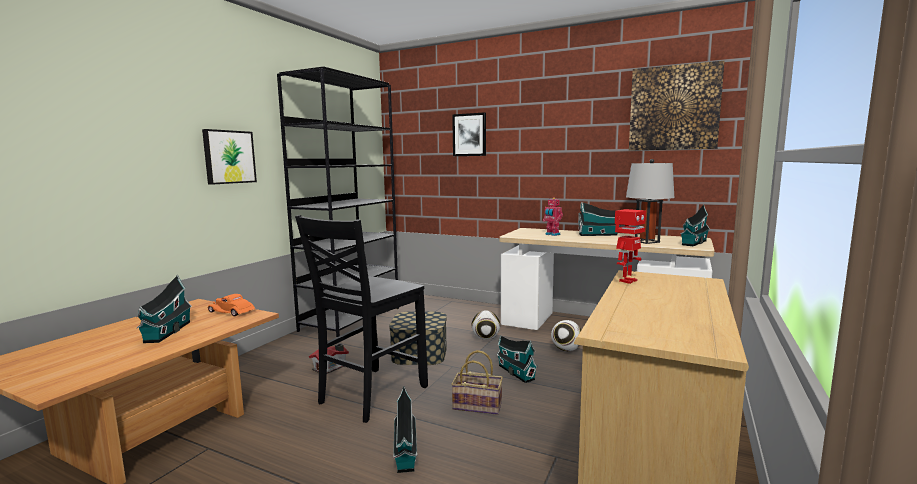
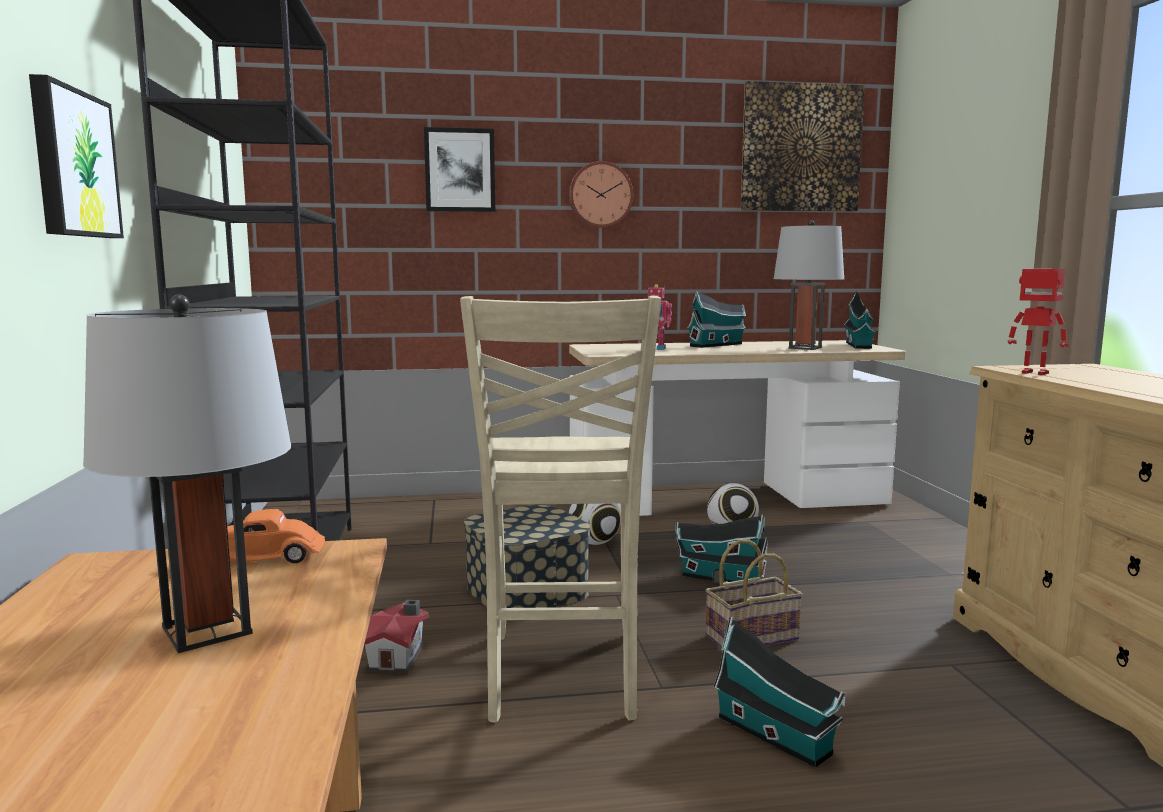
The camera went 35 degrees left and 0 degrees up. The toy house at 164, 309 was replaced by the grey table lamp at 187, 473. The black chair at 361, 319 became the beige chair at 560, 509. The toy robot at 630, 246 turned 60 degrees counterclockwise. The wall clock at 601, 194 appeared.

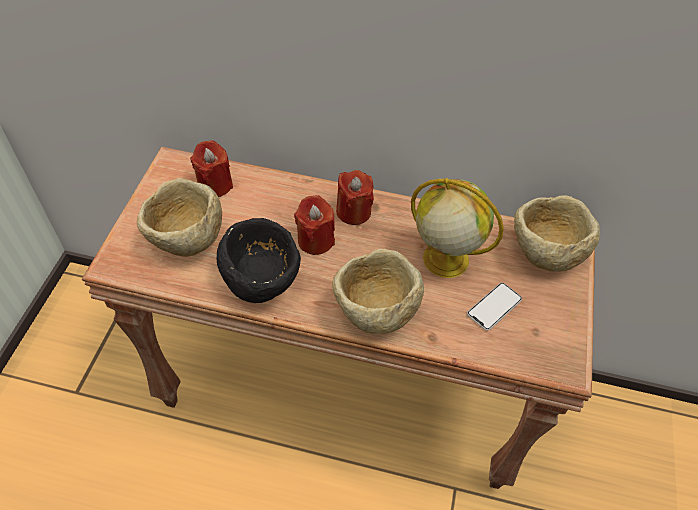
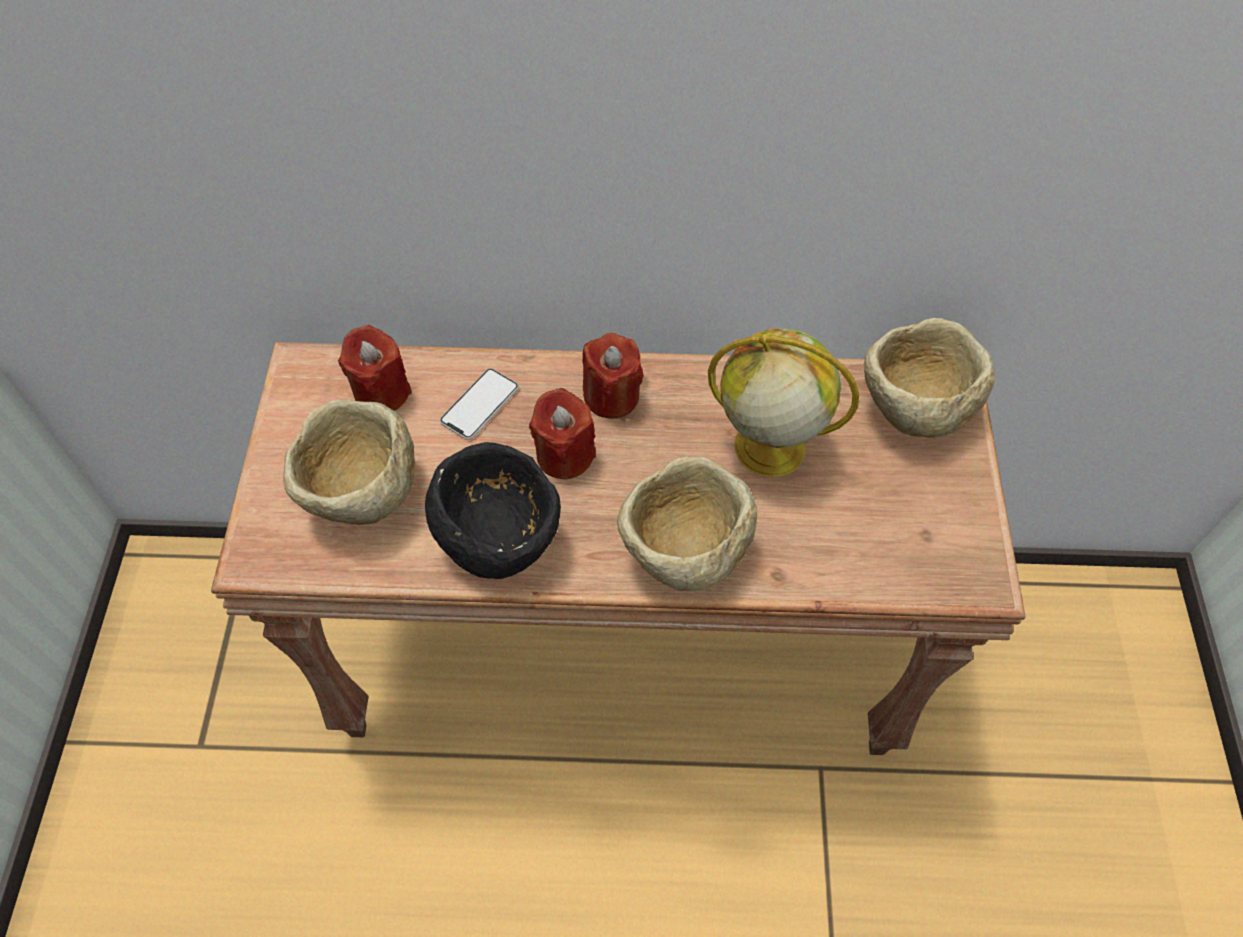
The camera went 10 degrees left and 5 degrees up. The phone moved from 494, 307 to 479, 404.

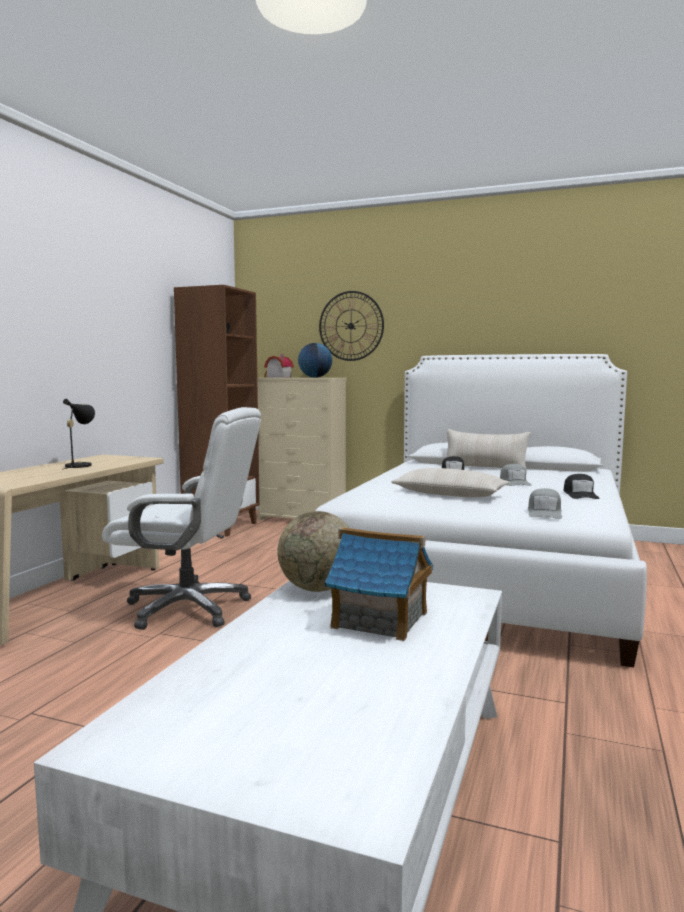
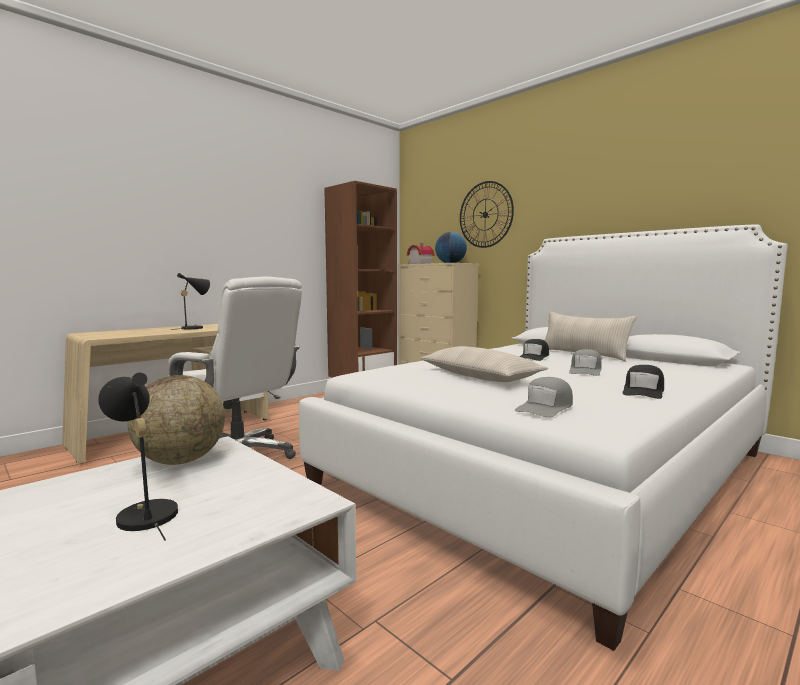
The camera went 25 degrees right and 0 degrees up. The toy house at 379, 584 was replaced by the black table lamp at 138, 456.

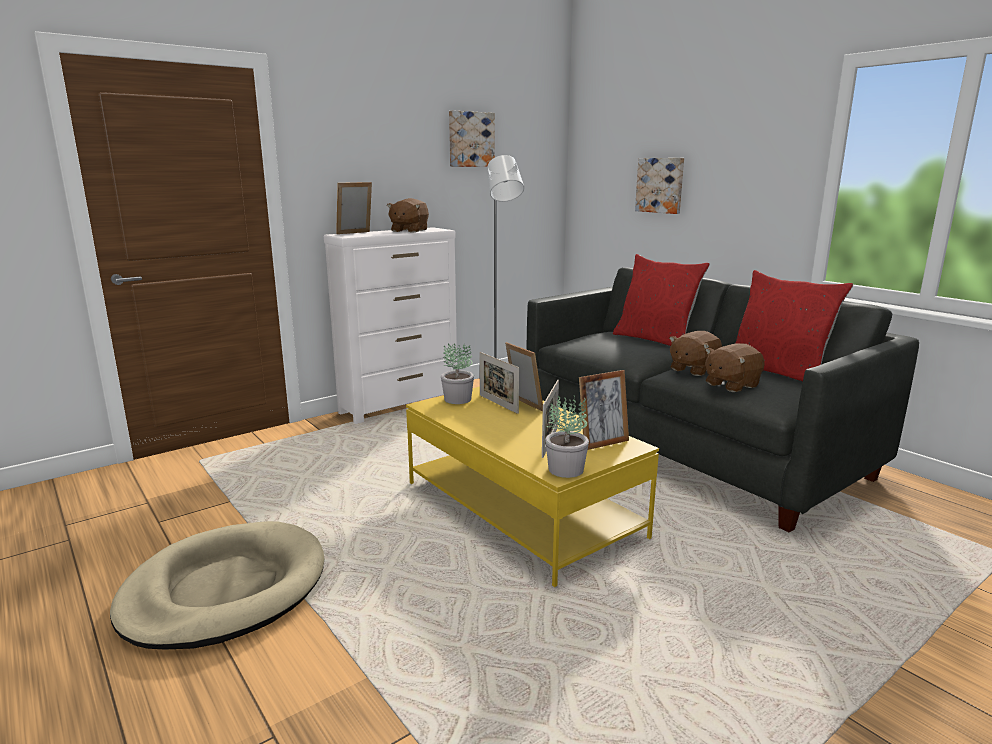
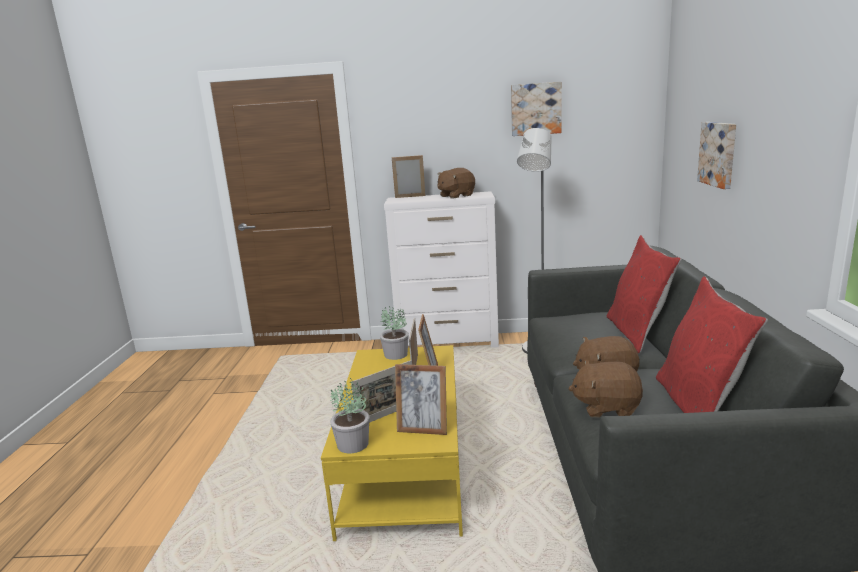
The camera went 40 degrees right and 0 degrees up. The beige dog bed at 217, 585 disappeared.

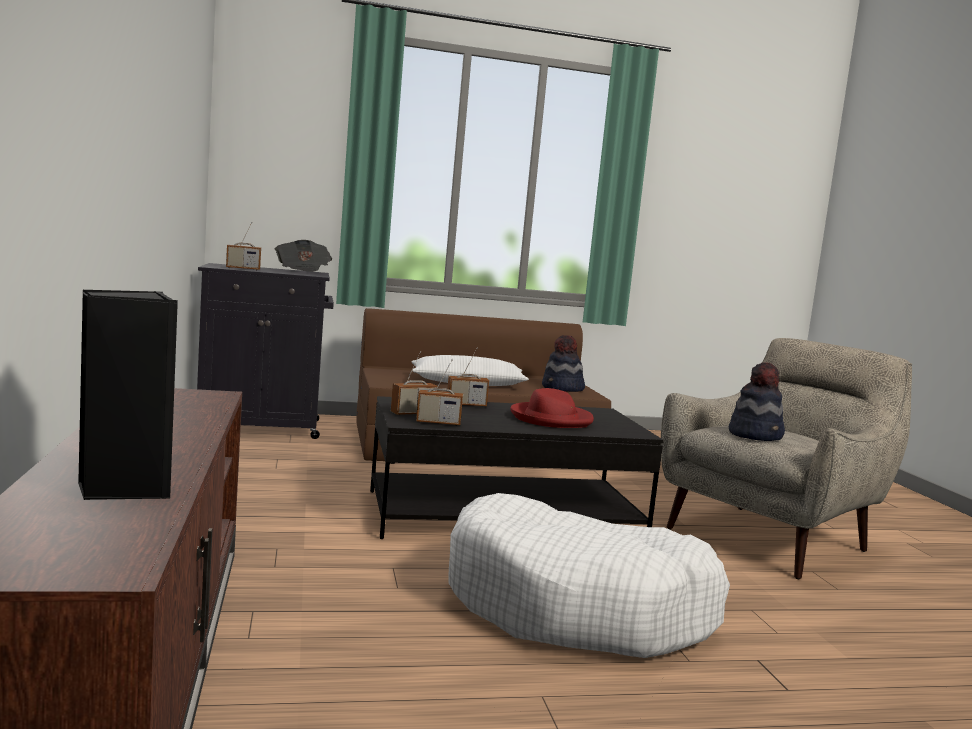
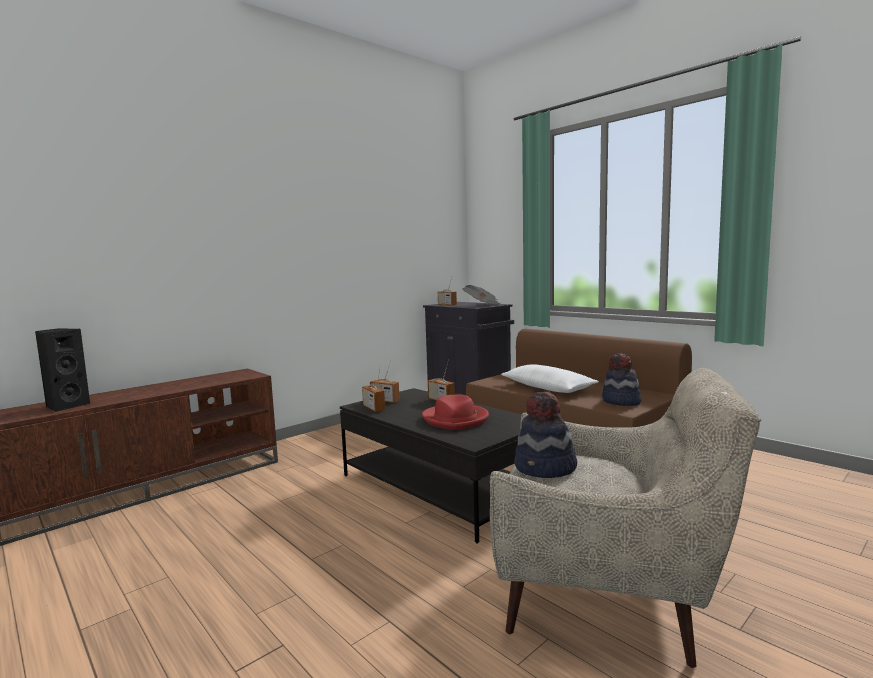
The camera went 60 degrees right and 0 degrees up. The white dog bed at 589, 575 disappeared.

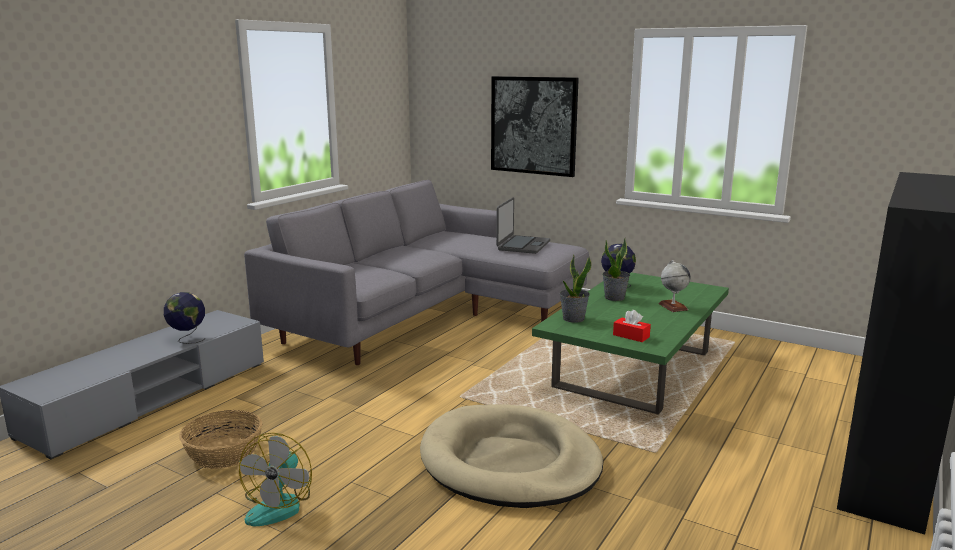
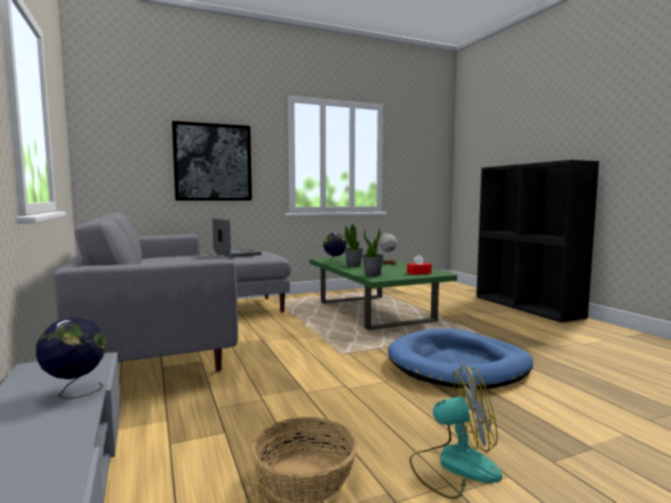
The camera went 55 degrees left and 10 degrees down. The fan at 275, 479 turned 45 degrees counterclockwise. The beige dog bed at 511, 456 became the blue dog bed at 460, 358.

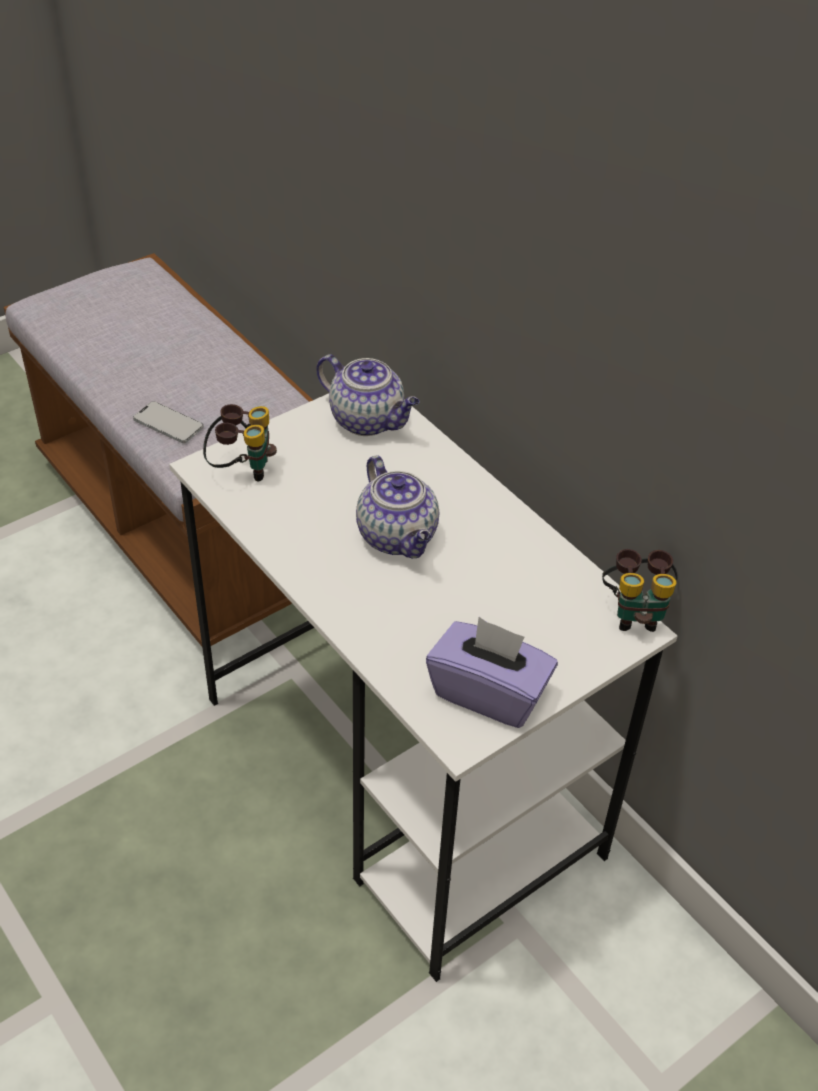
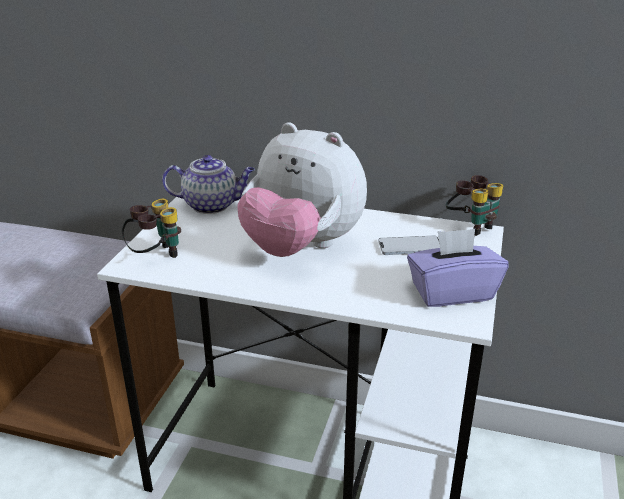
The camera went 35 degrees left and 15 degrees down. The phone moved from 168, 422 to 409, 245. The teapot at 397, 506 was replaced by the plush toy at 302, 189.

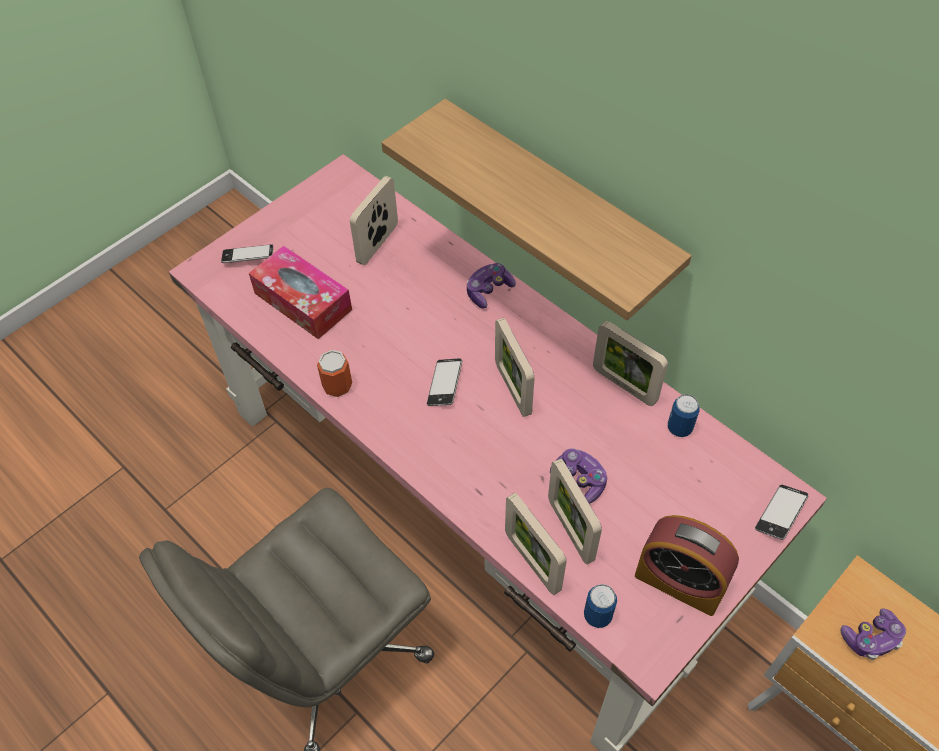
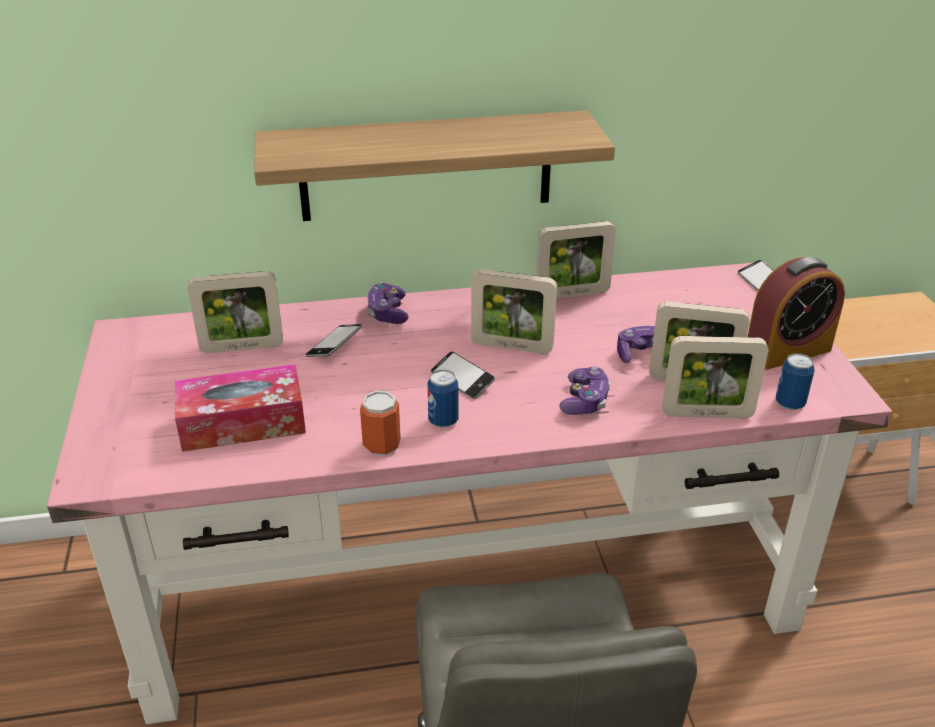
The camera went 55 degrees left and 20 degrees down. The phone moved from 247, 253 to 334, 340. The picture frame at 374, 220 turned 75 degrees counterclockwise. The can moved from 684, 415 to 443, 399. The game controller moved from 873, 634 to 584, 391.

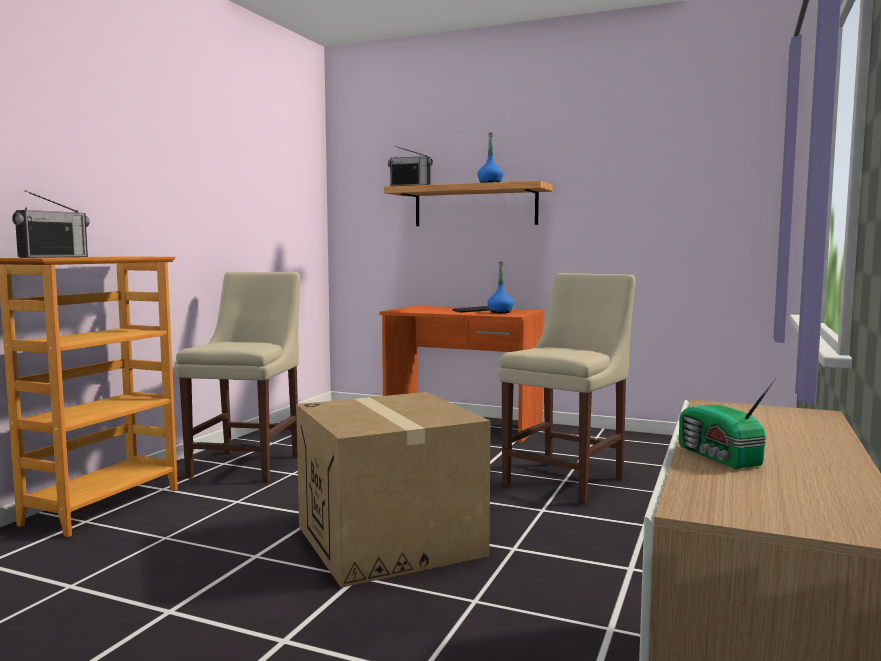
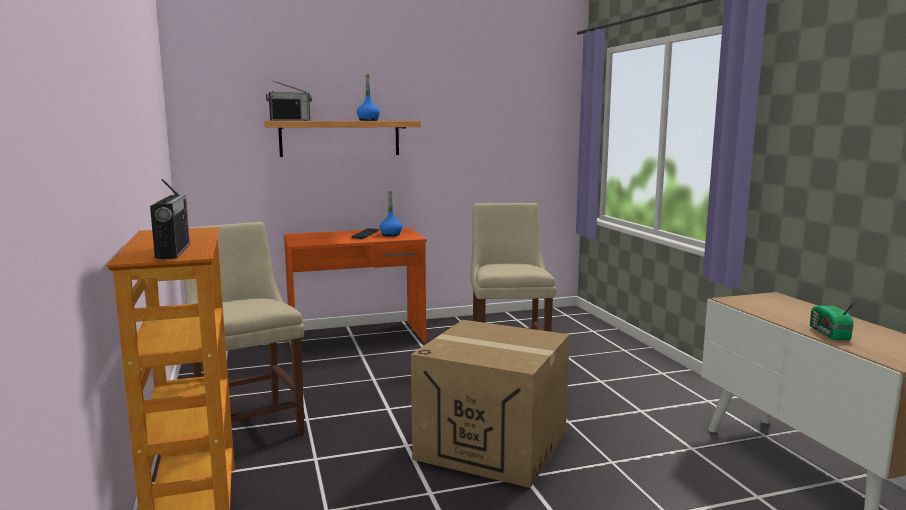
The camera went 40 degrees left and 5 degrees up. The radio at 727, 423 turned 60 degrees clockwise.

